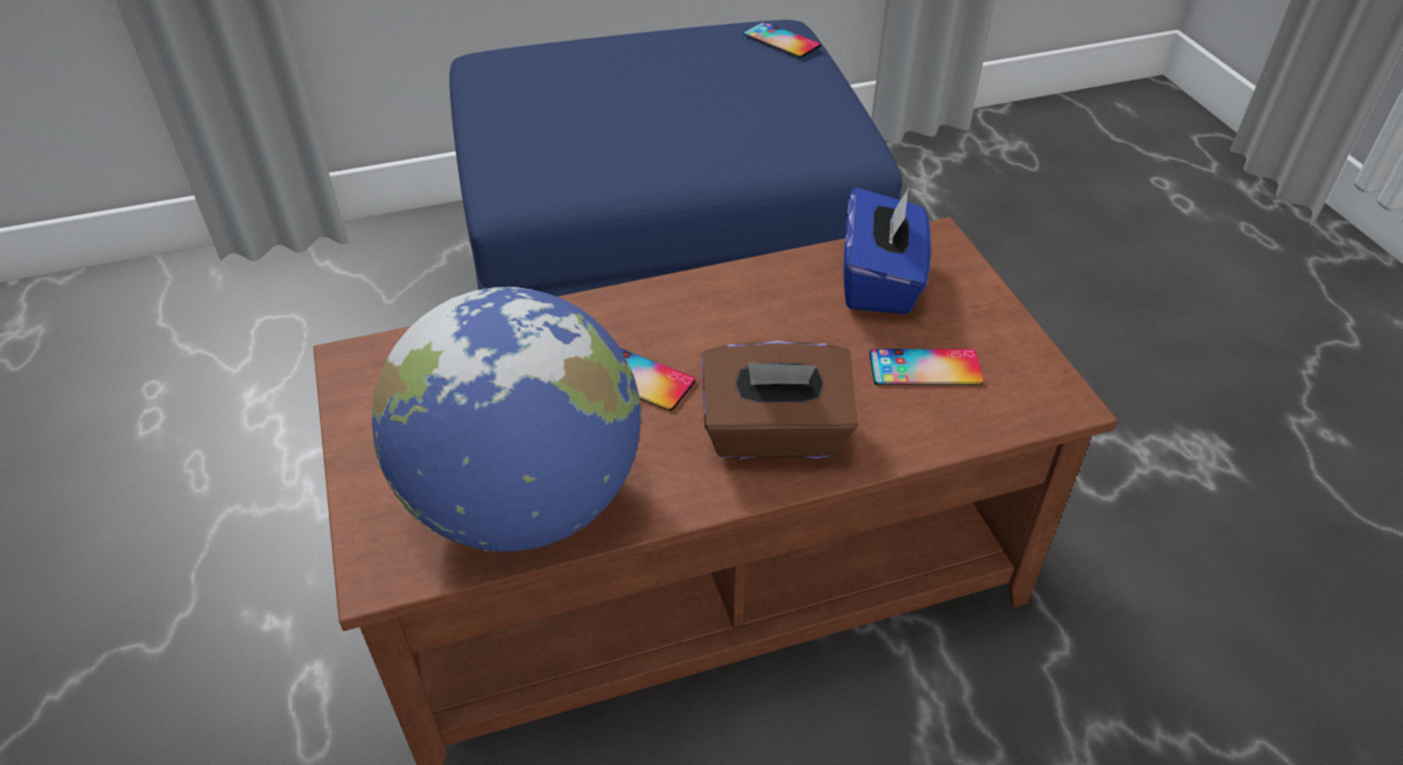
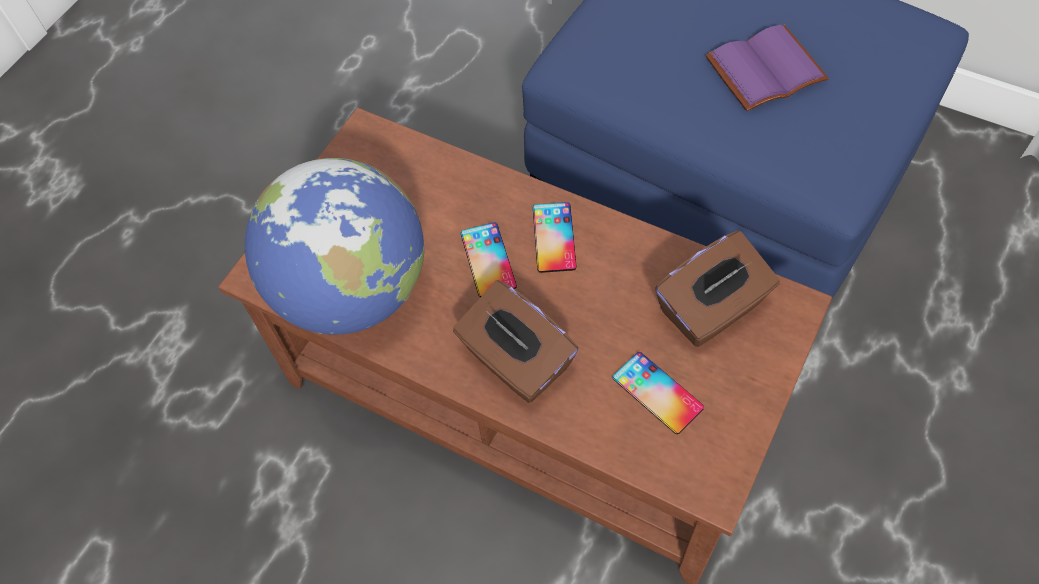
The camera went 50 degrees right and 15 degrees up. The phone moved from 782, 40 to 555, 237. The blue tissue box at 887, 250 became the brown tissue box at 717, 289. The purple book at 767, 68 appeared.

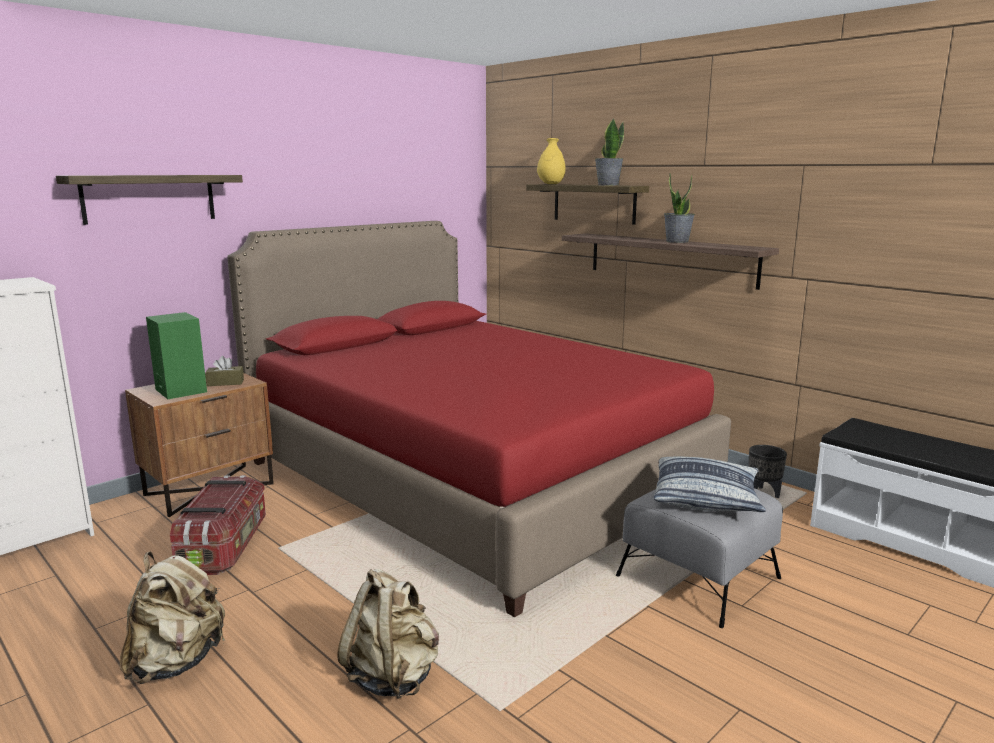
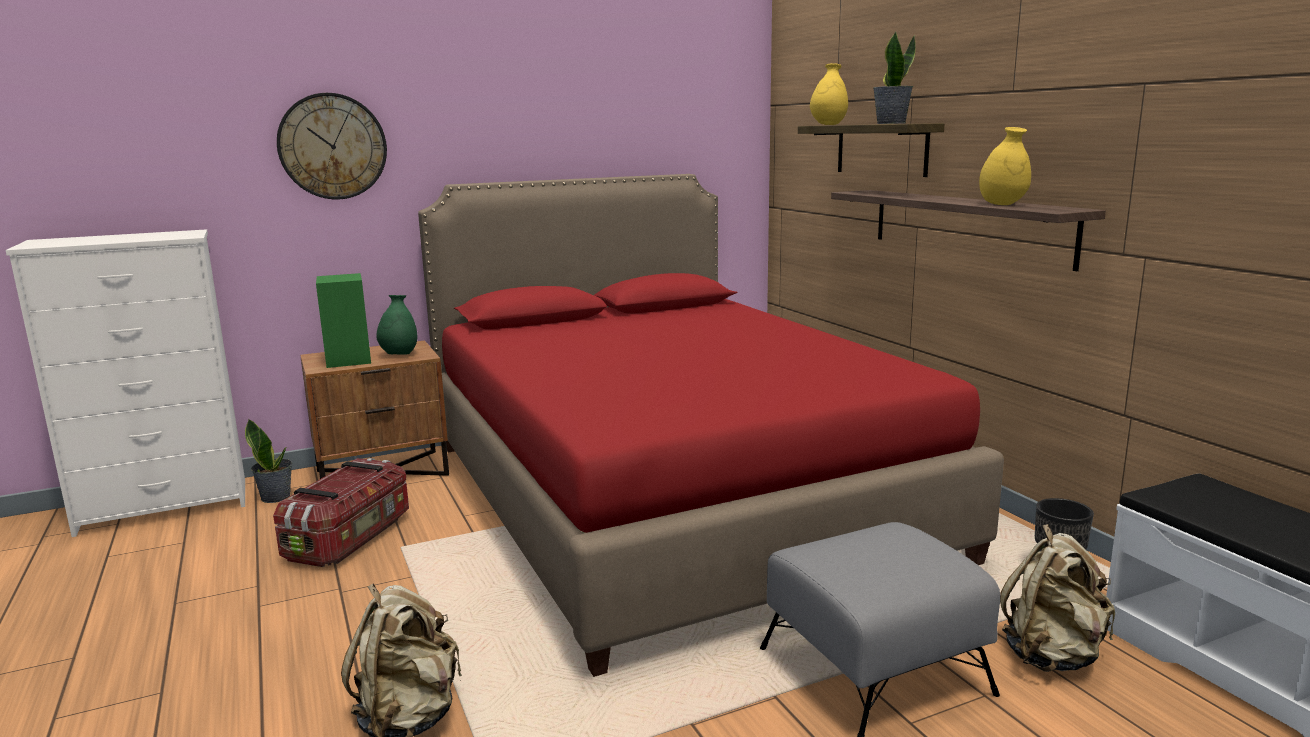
The camera went 20 degrees right and 0 degrees up. The shelf at 149, 200 was replaced by the wall clock at 332, 146. The beige backpack moved from 172, 617 to 1057, 598. The brown tissue box at 224, 371 was replaced by the green vase at 397, 325. The pillow at 710, 484 disappeared. The potted plant moved from 679, 208 to 268, 461. The yellow vase at 1005, 166 appeared.

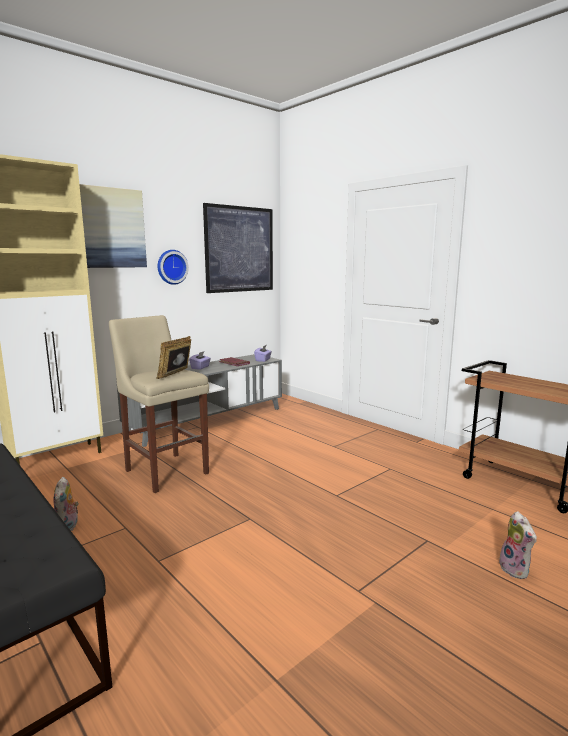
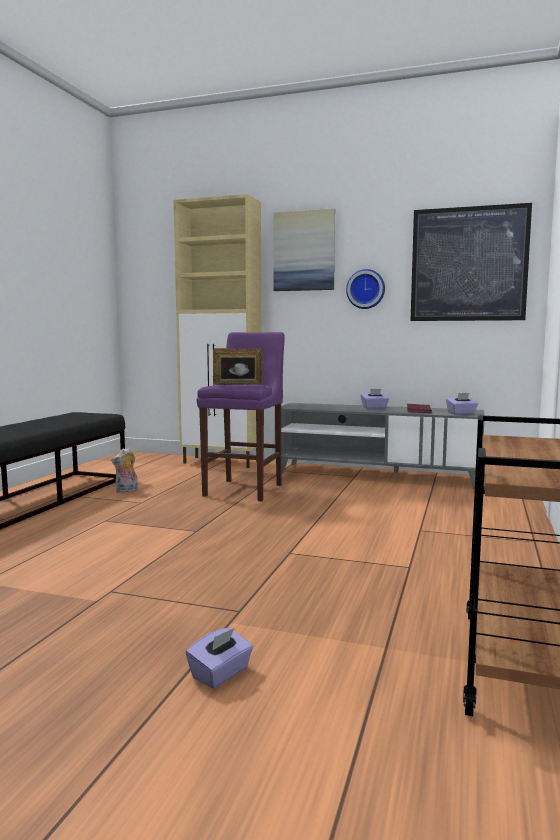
The camera went 60 degrees right and 5 degrees down. The beige stool at 159, 404 became the purple stool at 241, 416. The plush toy at 518, 545 was replaced by the purple tissue box at 219, 658.

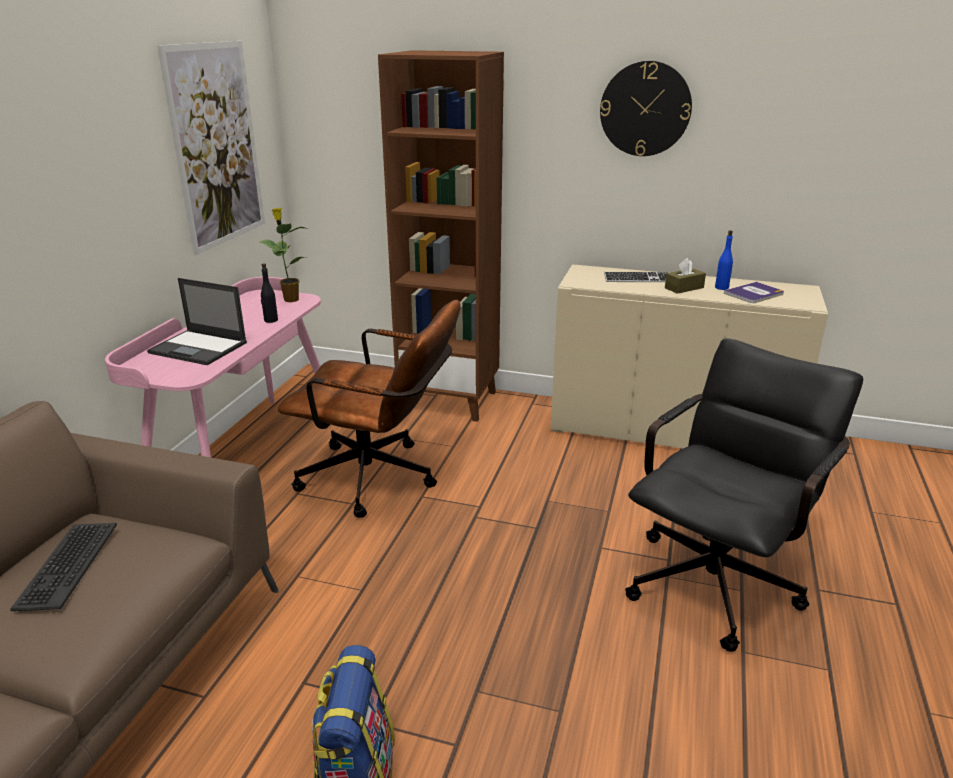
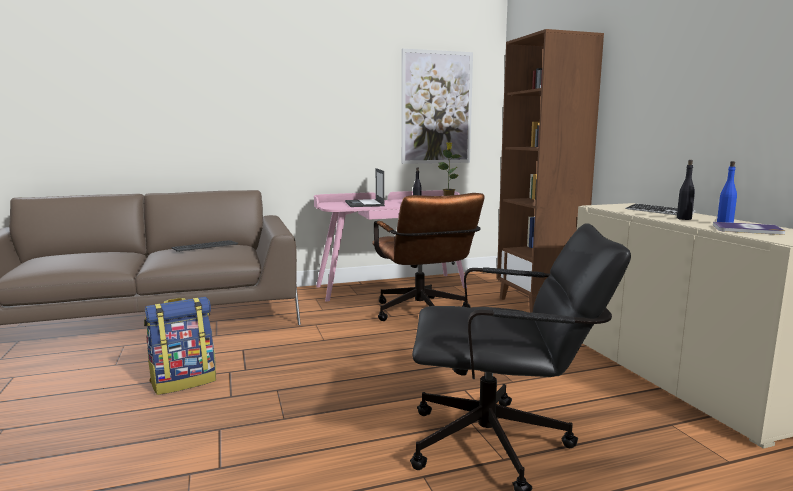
The camera went 55 degrees right and 15 degrees down. The wall clock at 646, 108 disappeared. The brown tissue box at 685, 276 was replaced by the black bottle at 686, 190.

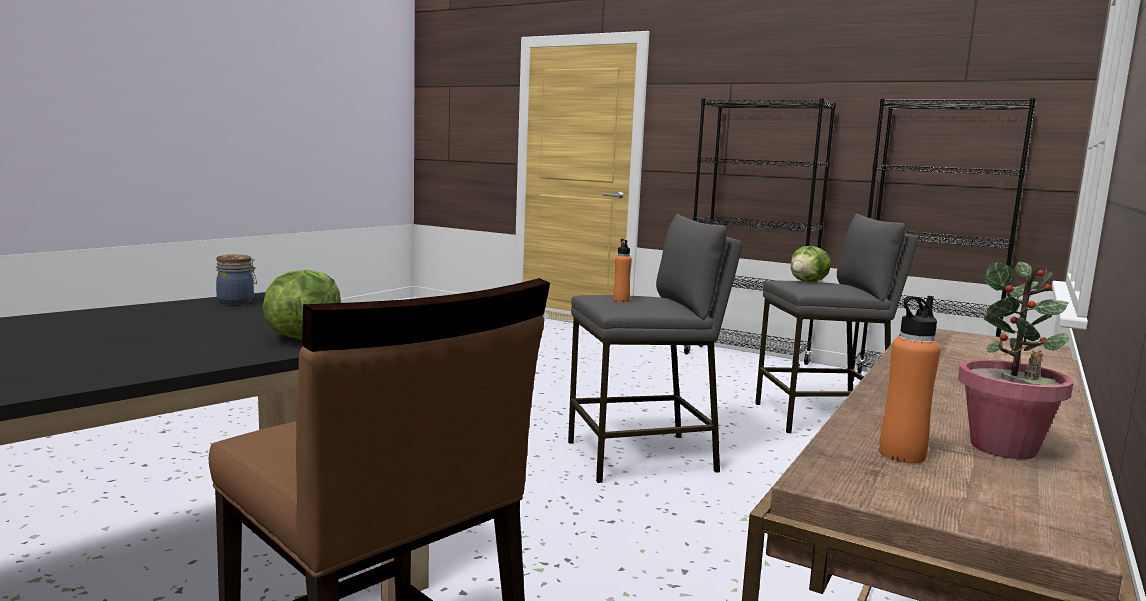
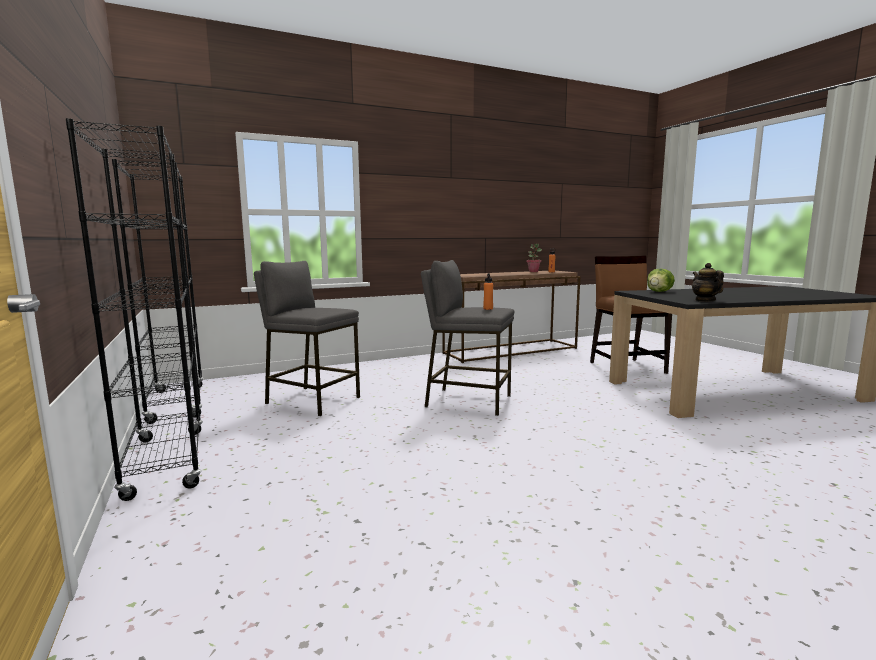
The camera went 145 degrees left and 0 degrees up. The jar at 236, 279 was replaced by the teapot at 708, 282. The lettuce at 811, 264 disappeared.

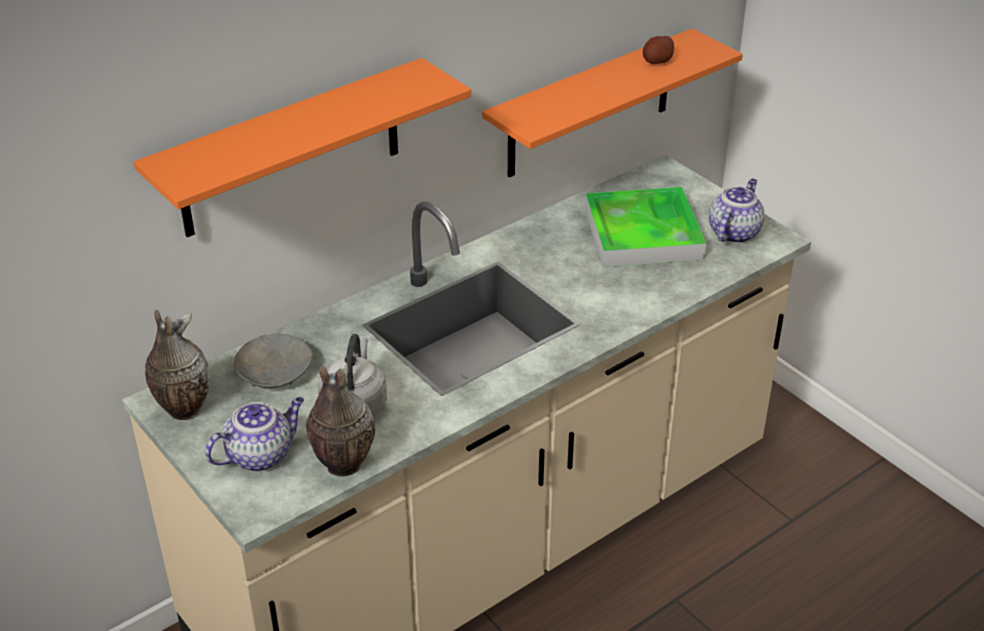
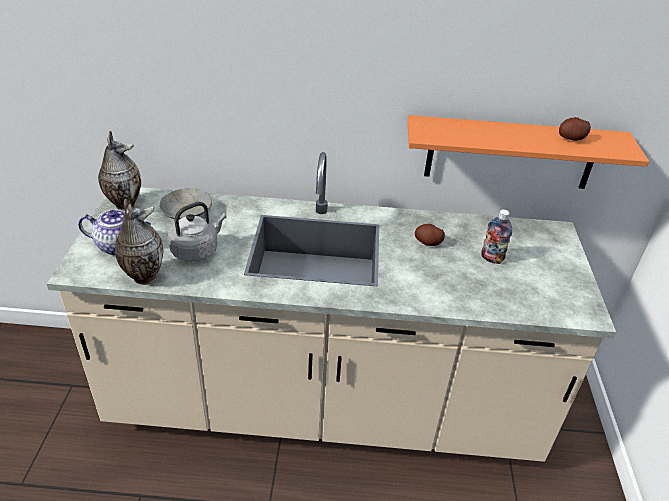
The camera went 40 degrees right and 0 degrees up. The orange shelf at 302, 147 disappeared. The tray at 645, 227 was replaced by the bottle at 496, 236. The teapot at 737, 211 disappeared. The potato at 430, 235 appeared.

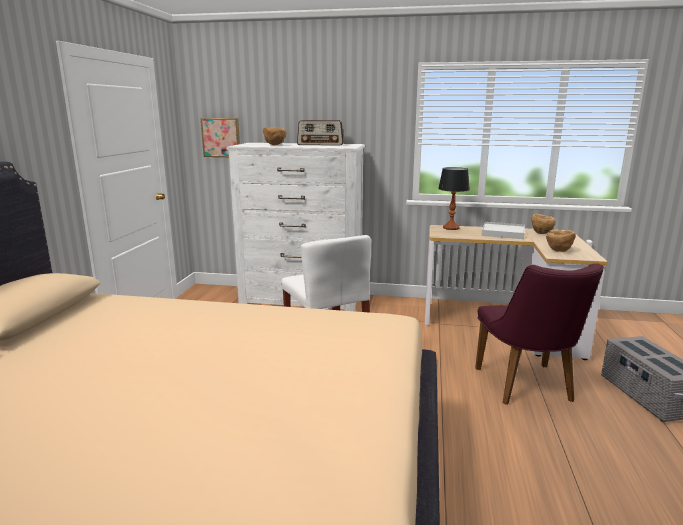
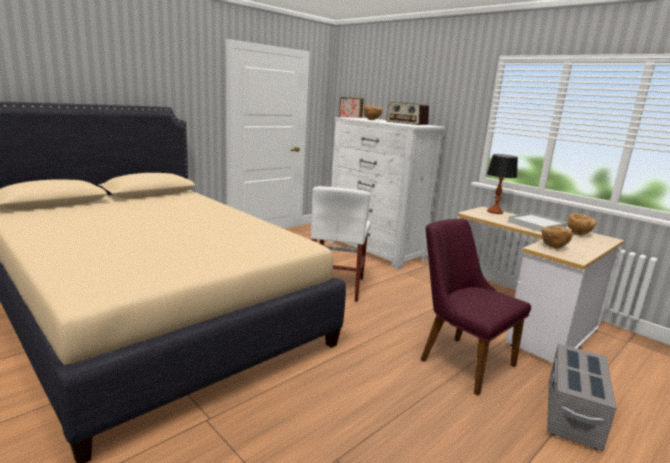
The camera went 35 degrees right and 0 degrees up. The purple chair at 539, 334 turned 105 degrees clockwise.

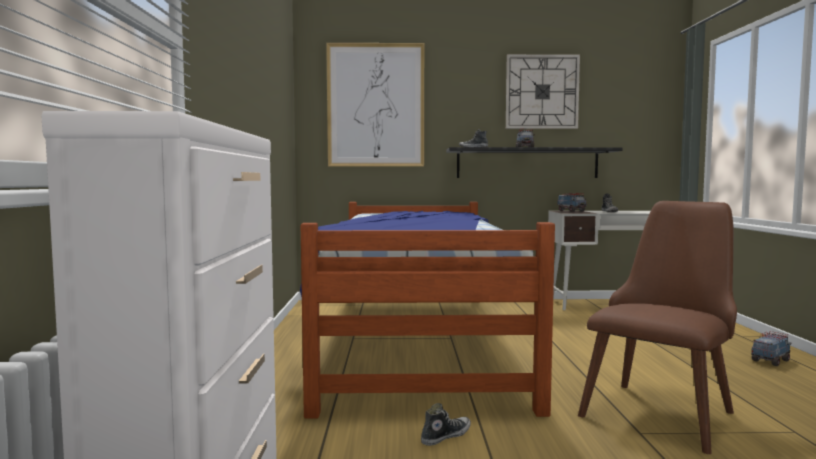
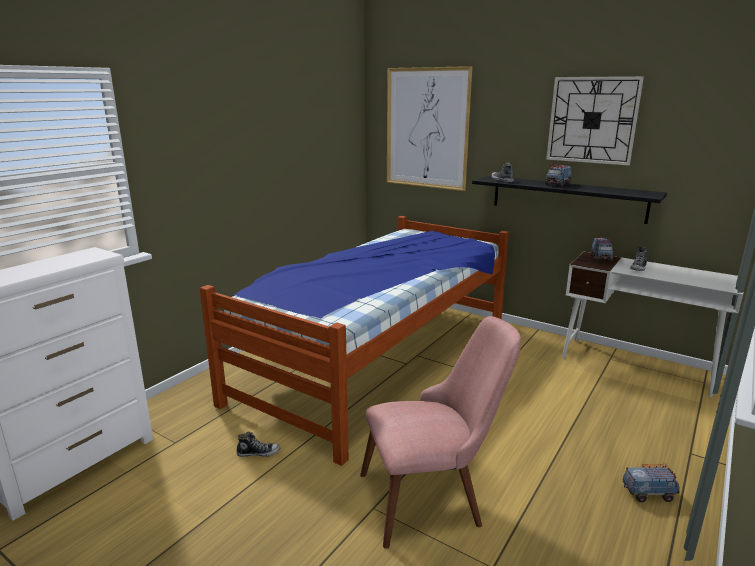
The camera went 35 degrees right and 15 degrees up. The brown chair at 657, 327 became the pink chair at 440, 432.

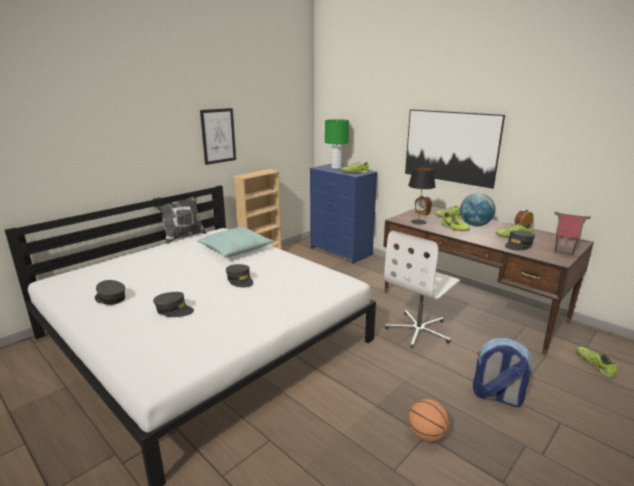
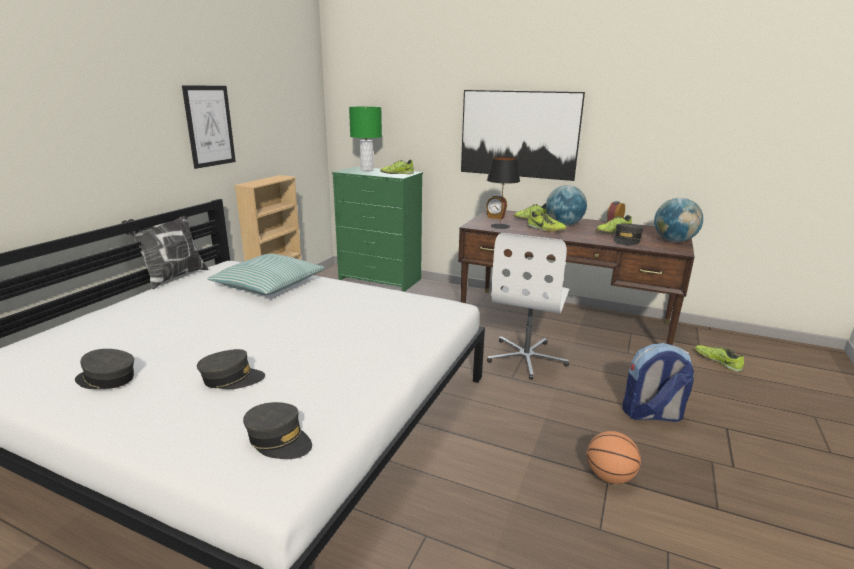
The camera went 20 degrees left and 0 degrees up. The grey cap moved from 239, 276 to 277, 430. The blue dresser at 343, 214 became the green dresser at 377, 229. The toy house at 572, 233 was replaced by the globe at 678, 220.

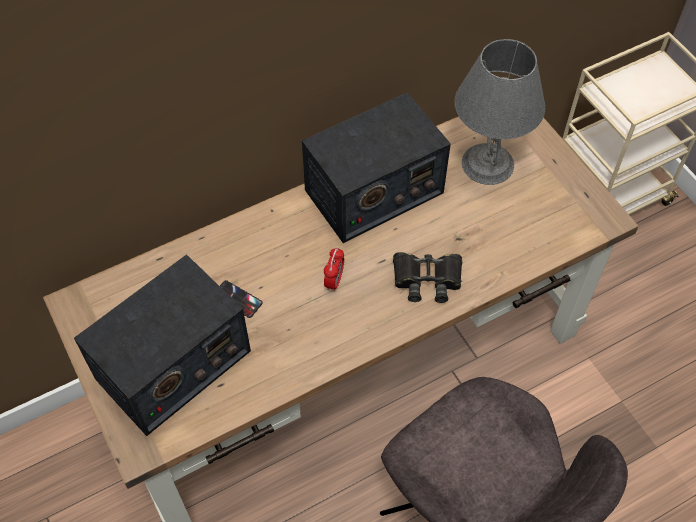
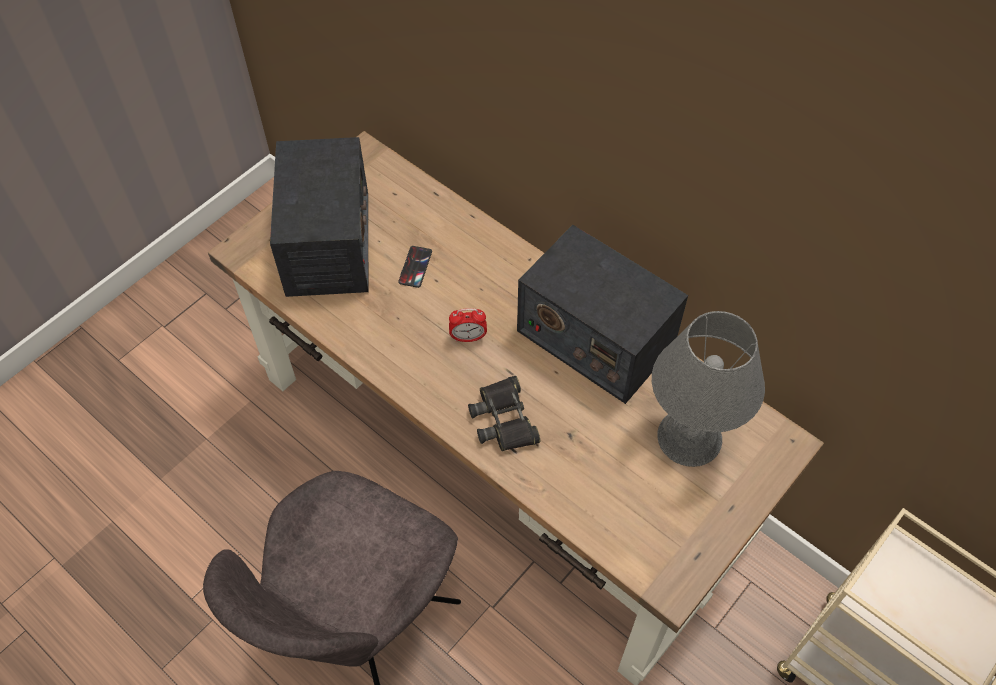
The camera went 70 degrees right and 0 degrees up. The radio at 162, 345 turned 120 degrees counterclockwise.

